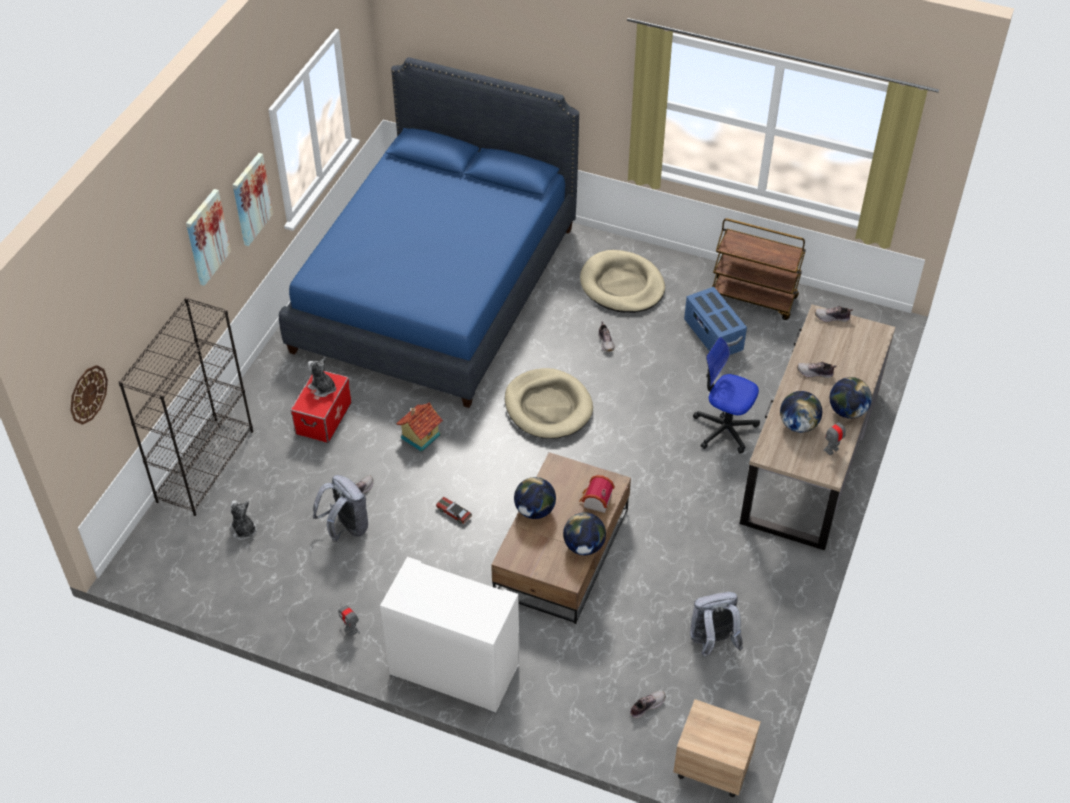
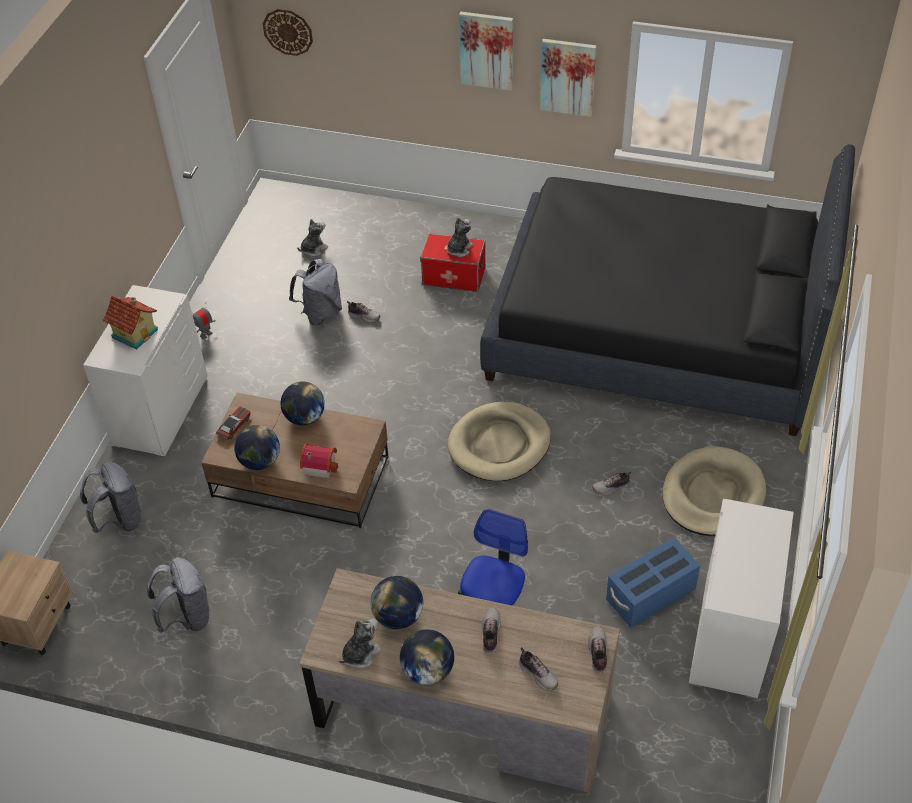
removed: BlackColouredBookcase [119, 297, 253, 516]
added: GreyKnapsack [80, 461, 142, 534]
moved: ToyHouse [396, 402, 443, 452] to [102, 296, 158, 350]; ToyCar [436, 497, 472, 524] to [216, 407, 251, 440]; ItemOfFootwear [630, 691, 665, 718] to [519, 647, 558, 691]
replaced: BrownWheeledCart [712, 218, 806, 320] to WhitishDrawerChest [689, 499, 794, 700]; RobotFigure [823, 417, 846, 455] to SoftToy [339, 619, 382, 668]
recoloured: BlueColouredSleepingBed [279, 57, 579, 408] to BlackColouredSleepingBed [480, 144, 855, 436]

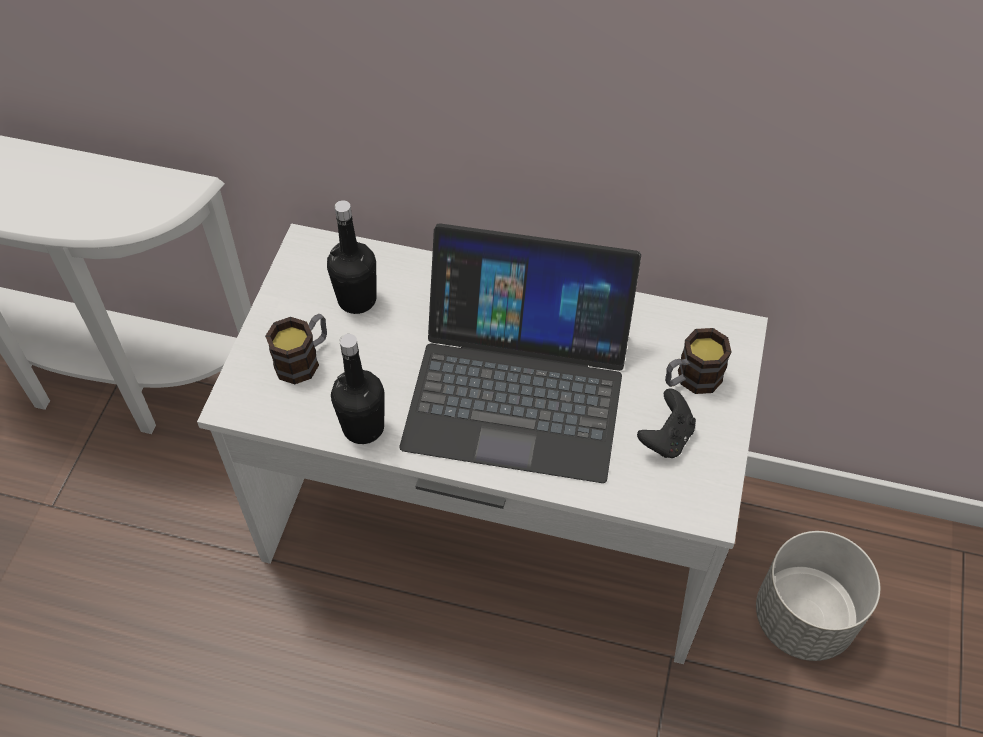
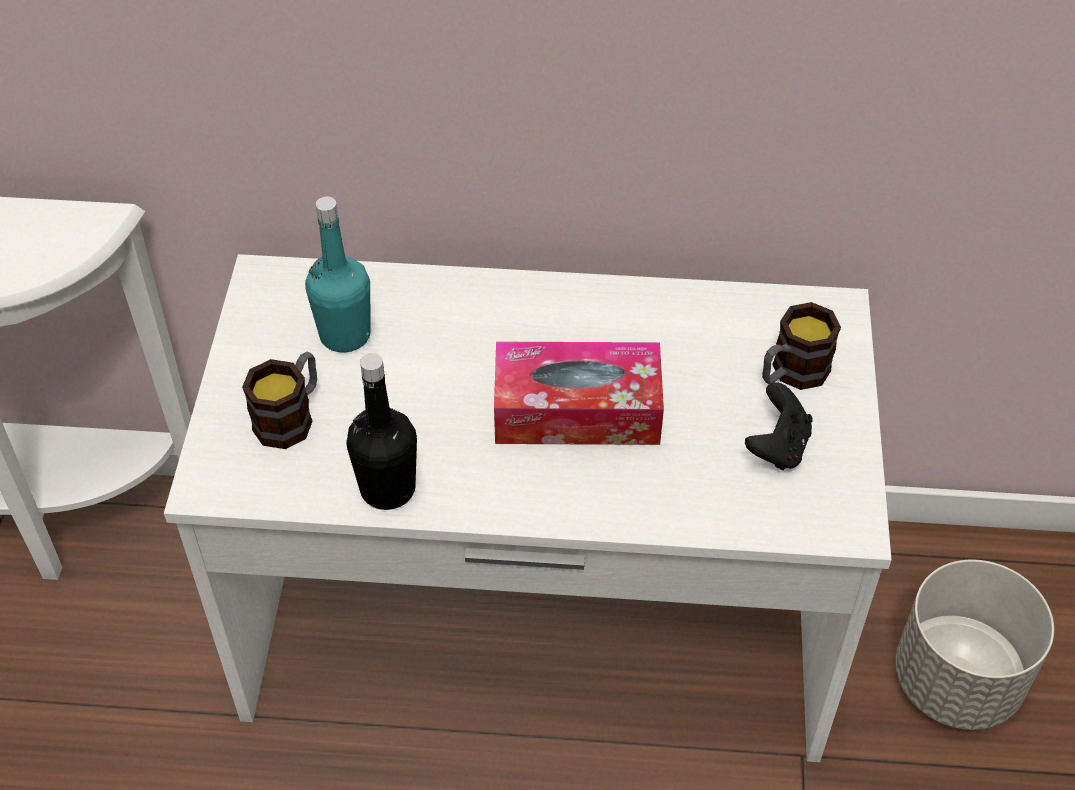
replaced: NotebookComputer [399, 223, 641, 483] to TissueBox [494, 342, 664, 445]
recoloured: BlackColouredBottle [327, 200, 376, 314] to TurquoiseColouredBottle [305, 196, 371, 353]

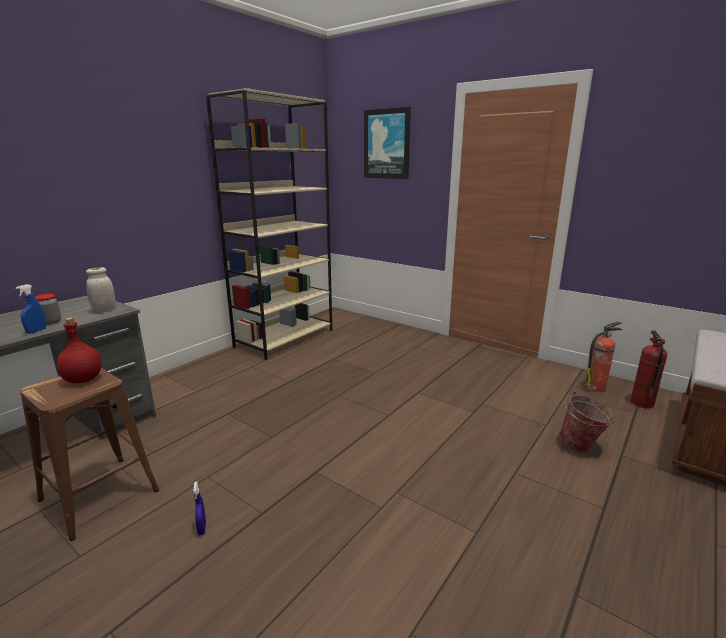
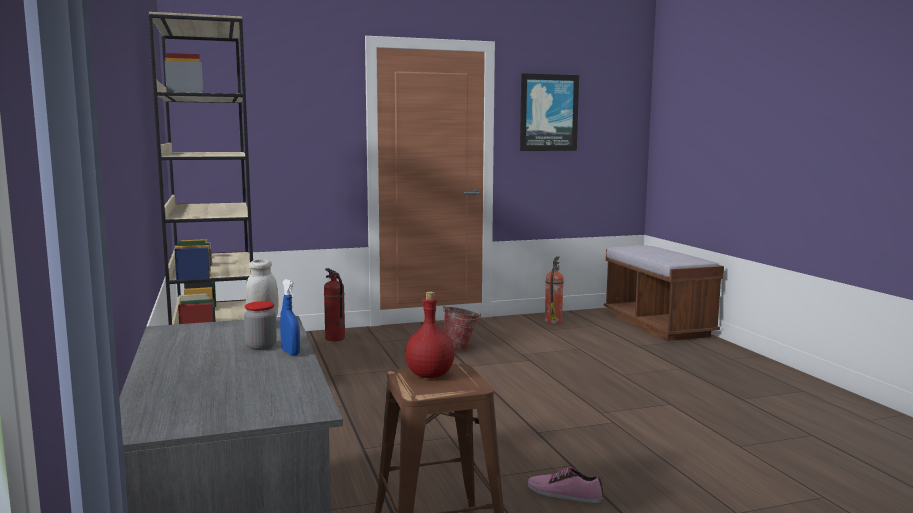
moved: WallArt [364, 107, 411, 179] to [520, 73, 579, 151]; FireFightingCylinder [631, 330, 667, 408] to [324, 268, 345, 341]; WaterBucket [559, 392, 615, 452] to [443, 305, 481, 350]
replaced: BlueColouredHandSprayer [193, 481, 206, 535] to ItemOfFootwear [528, 467, 603, 503]

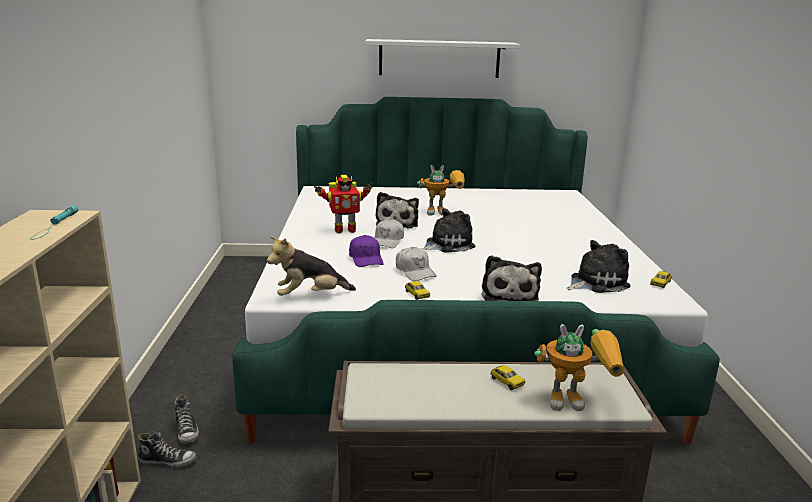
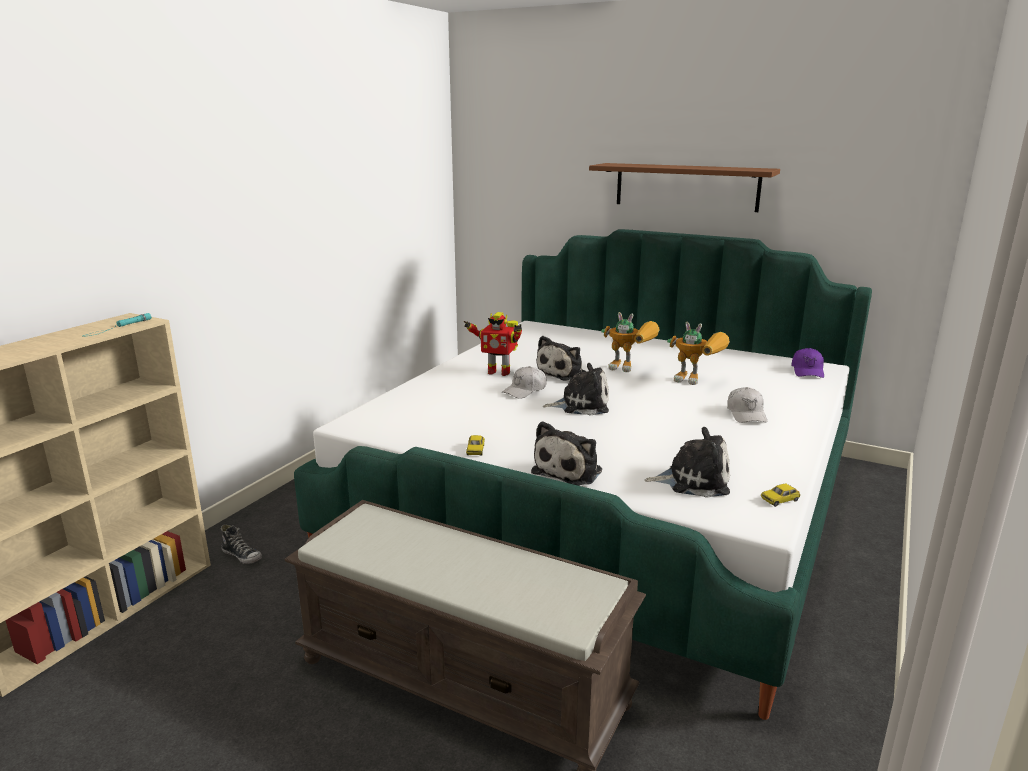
removed: SoftToy [267, 236, 356, 296]; ToyCar [491, 365, 525, 390]; ItemOfFootwear [175, 394, 199, 443]
moved: PurplishCap [349, 235, 384, 267] to [791, 348, 824, 378]; WhitishCap [396, 247, 437, 281] to [727, 387, 767, 423]; RobotFigure [534, 324, 624, 411] to [667, 322, 730, 385]
recoloured: WhitishBracketShelf [365, 39, 521, 78] to BrownBracketShelf [589, 163, 780, 212]

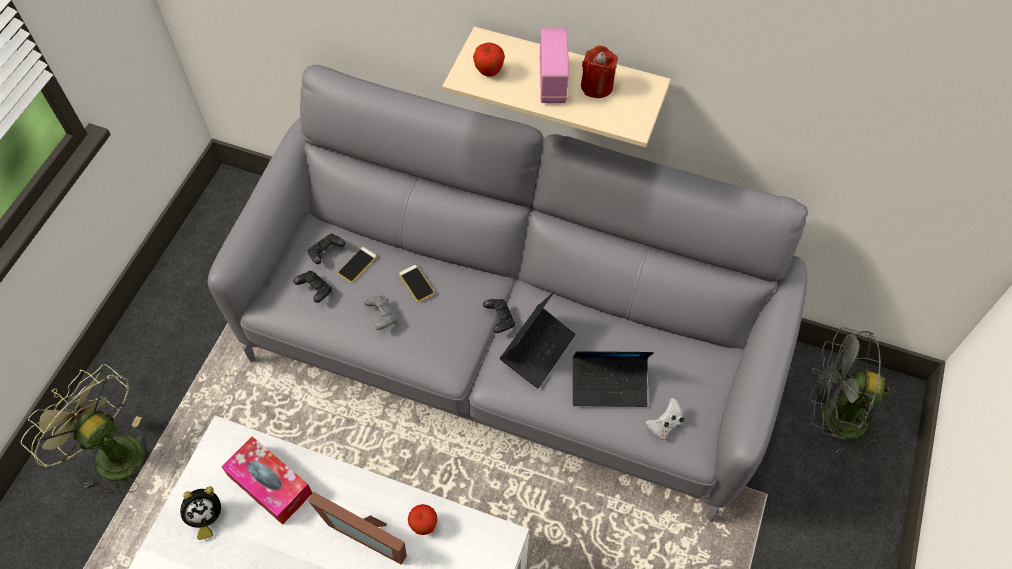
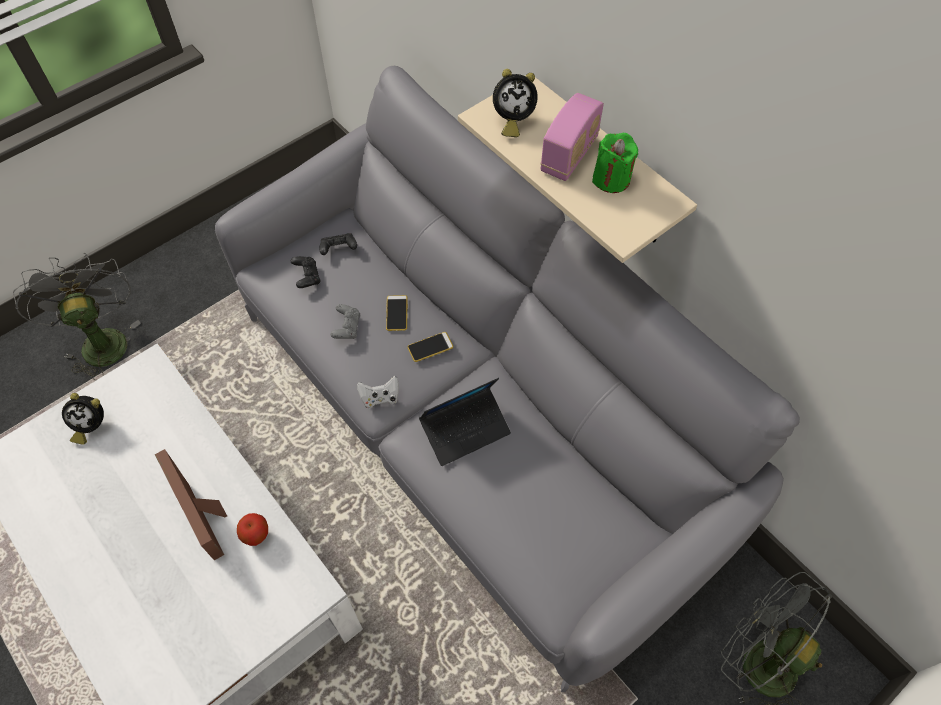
removed: BlackColouredJoypad [483, 299, 515, 333]; NotebookComputer [573, 351, 654, 407]; TissueBox [221, 436, 312, 525]
moved: Telephone [338, 247, 377, 283] to [407, 332, 453, 362]; WhitishJoypad [646, 398, 684, 440] to [357, 376, 399, 408]
replaced: Apple [473, 42, 505, 77] to BedsideClock [493, 69, 538, 137]
recoloured: ReddishWaxLight [581, 46, 618, 98] to GreenColouredWaxLight [592, 133, 638, 193]; GreenColouredFan [21, 364, 145, 497] to GreyFan [13, 252, 141, 380]

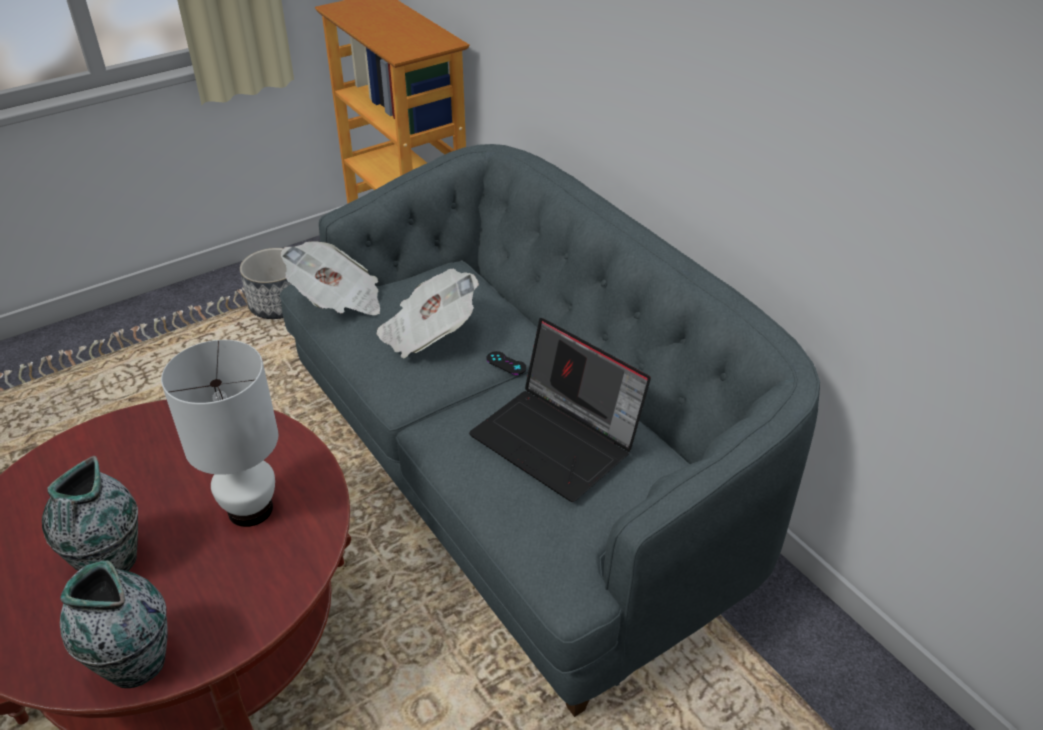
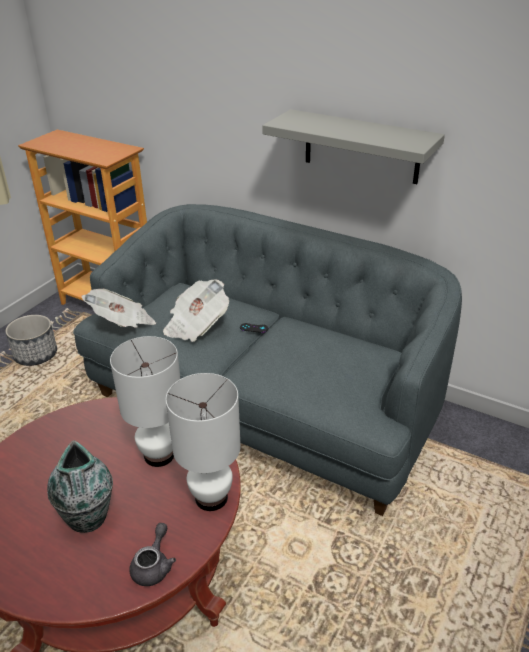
removed: NotebookComputer [469, 318, 651, 502]
added: GreyBracketShelf [262, 109, 445, 184]; WhitishTabletopLamp [166, 373, 241, 511]
replaced: Vase [60, 560, 168, 688] to GreyTeaPot [129, 523, 176, 586]

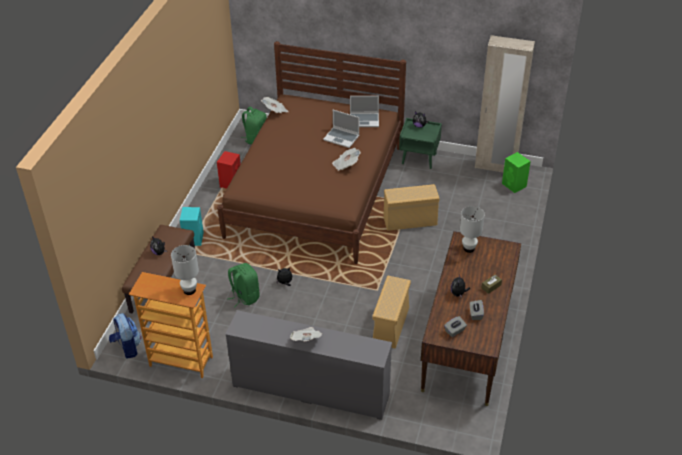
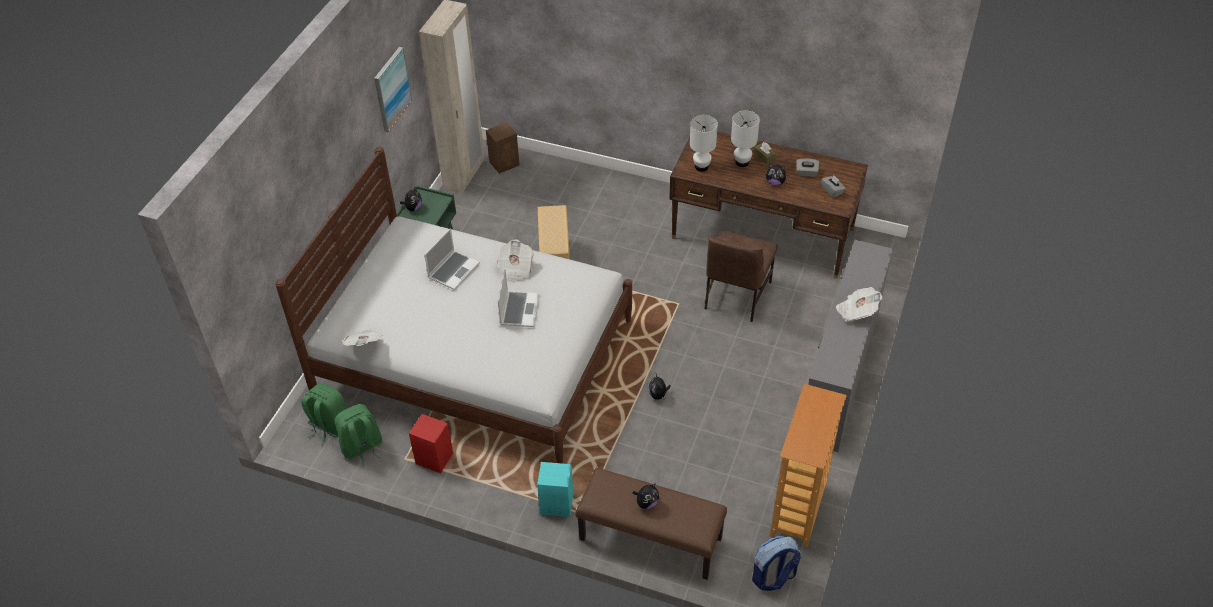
added: WallArt [374, 47, 412, 133]
moved: NotebookComputer [350, 96, 379, 127] to [498, 269, 540, 327]; WhitishTabletopLamp [171, 245, 199, 295] to [731, 110, 760, 167]; GreenColouredKnapsack [227, 263, 260, 307] to [335, 404, 383, 467]
replaced: BeigeStorageContainer [372, 276, 411, 348] to BrownPlainChair [704, 230, 777, 322]
recoloured: BrownSleepingBed [217, 41, 406, 264] to WhitishSleepingBed [275, 147, 632, 464]; GreenColouredLoudspeaker [502, 152, 531, 193] to BrownLoudspeaker [486, 122, 520, 174]

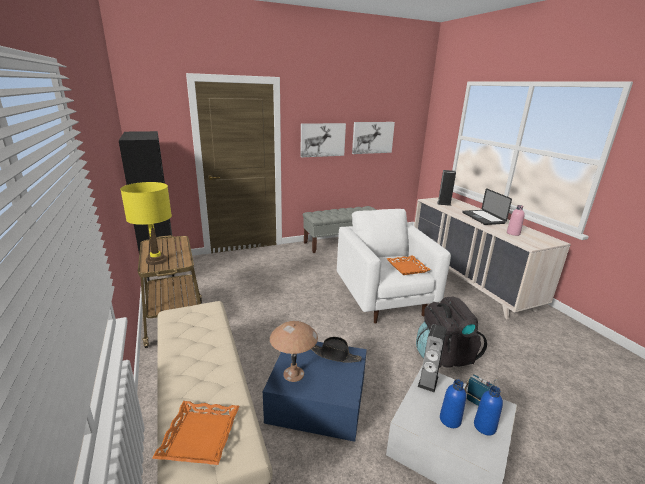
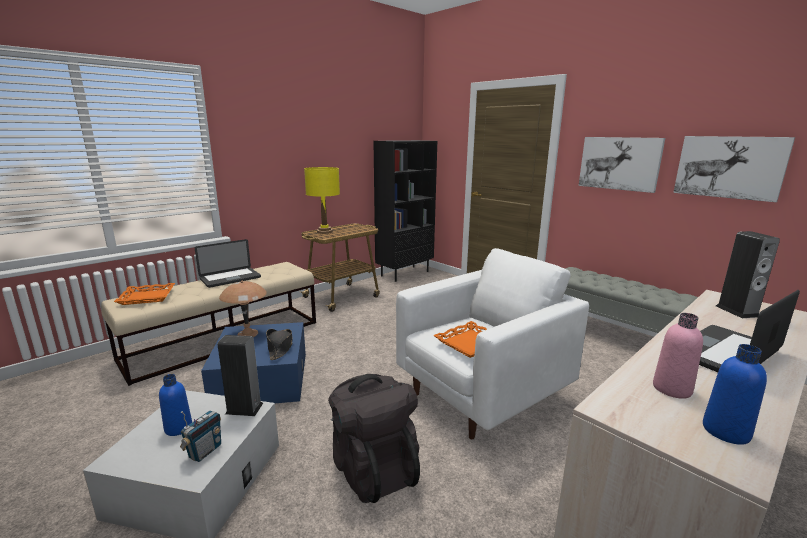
added: NotebookComputer [195, 239, 261, 288]
moved: BlueColouredBottle [474, 386, 503, 436] to [703, 344, 767, 445]

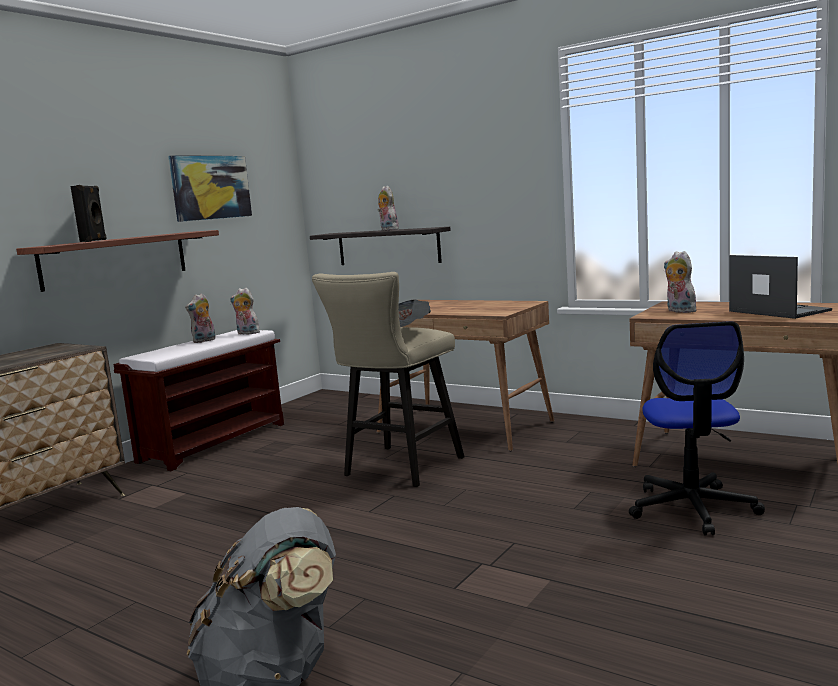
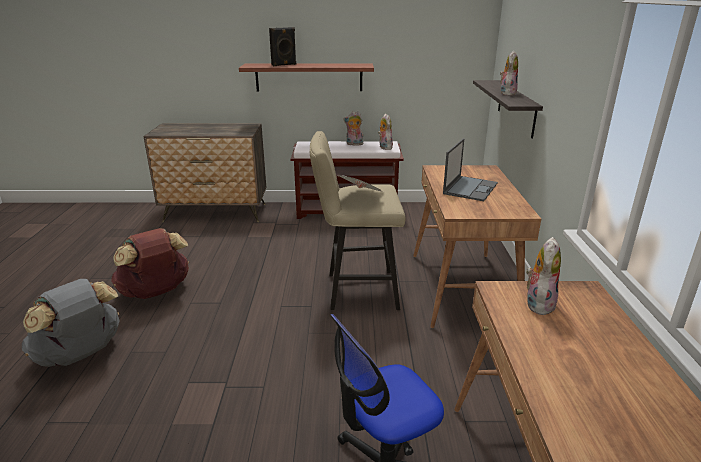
removed: WallArt [168, 155, 252, 222]
added: BrownKnapsack [111, 228, 189, 299]
moved: NotebookComputer [729, 255, 832, 319] to [443, 138, 498, 201]

